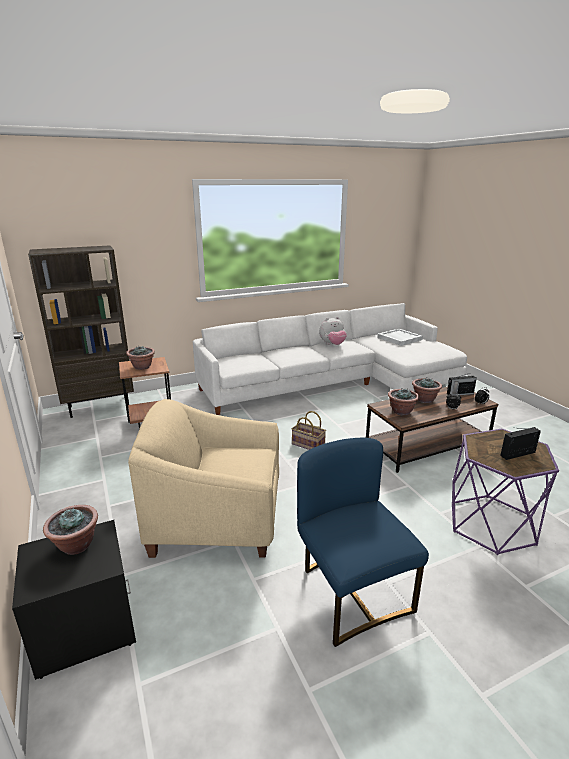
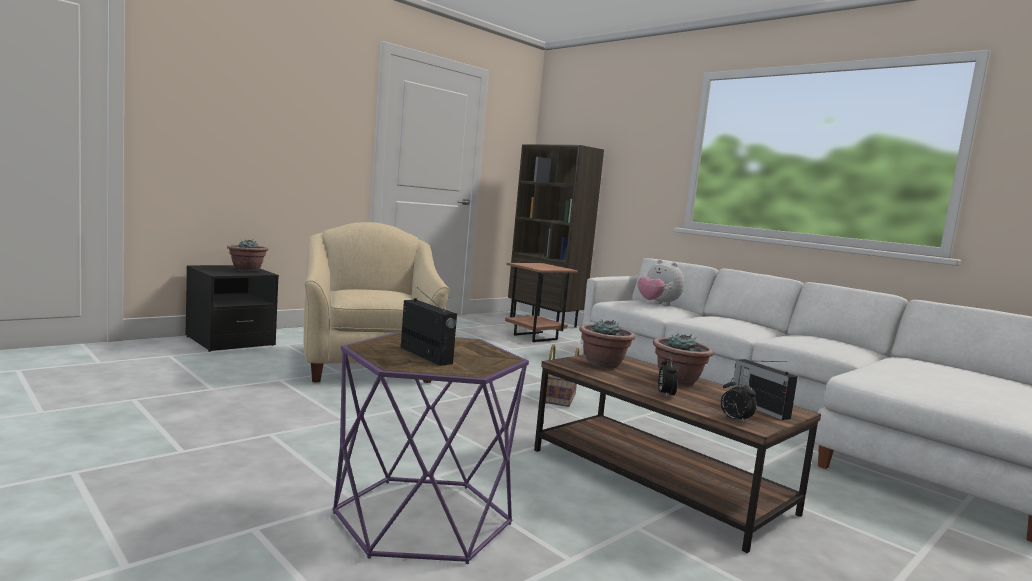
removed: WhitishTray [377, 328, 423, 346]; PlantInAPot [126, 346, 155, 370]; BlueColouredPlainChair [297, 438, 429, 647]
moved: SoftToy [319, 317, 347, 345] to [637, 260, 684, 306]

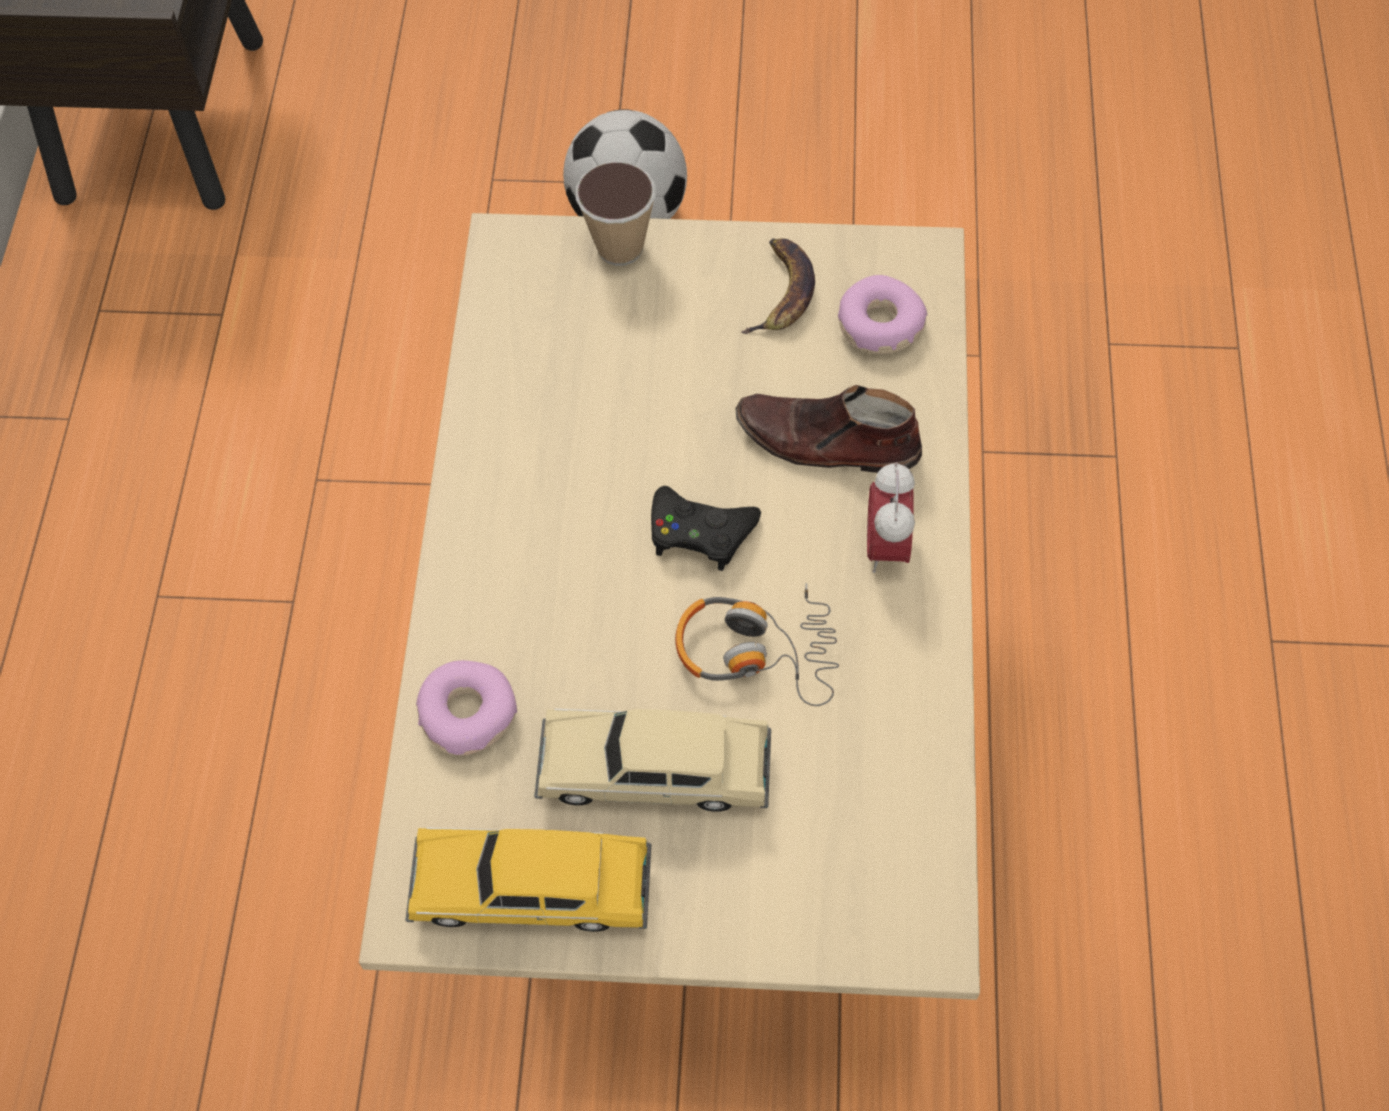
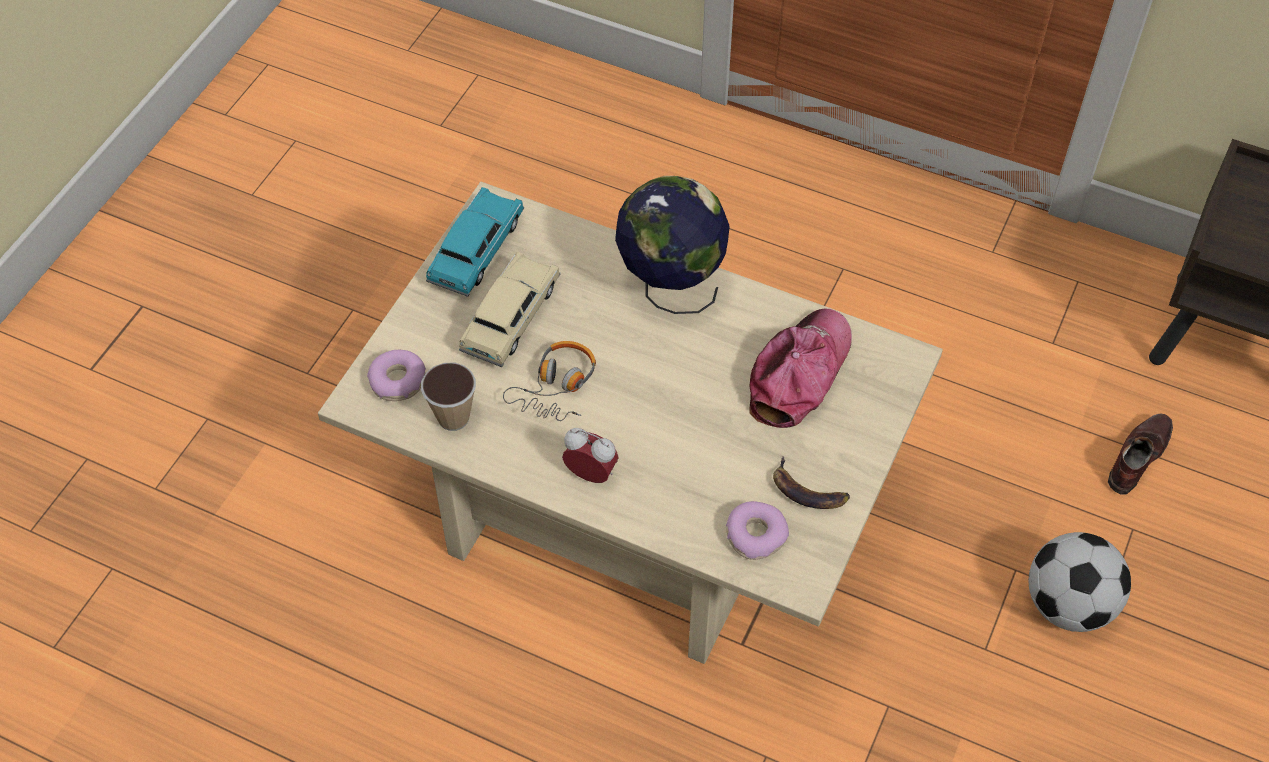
removed: BlackColouredJoypad [651, 486, 761, 571]
added: DeskGlobe [615, 176, 730, 314]; Cap [749, 309, 852, 428]
moved: SmallCup [576, 161, 656, 266] to [421, 363, 476, 431]; BrownItemOfFootwear [735, 385, 922, 473] to [1108, 413, 1173, 494]; Doughnut [416, 660, 517, 756] to [367, 350, 426, 401]
recoloured: YellowColouredToyCar [405, 827, 651, 932] to TurquoiseColouredToyCar [426, 187, 524, 297]

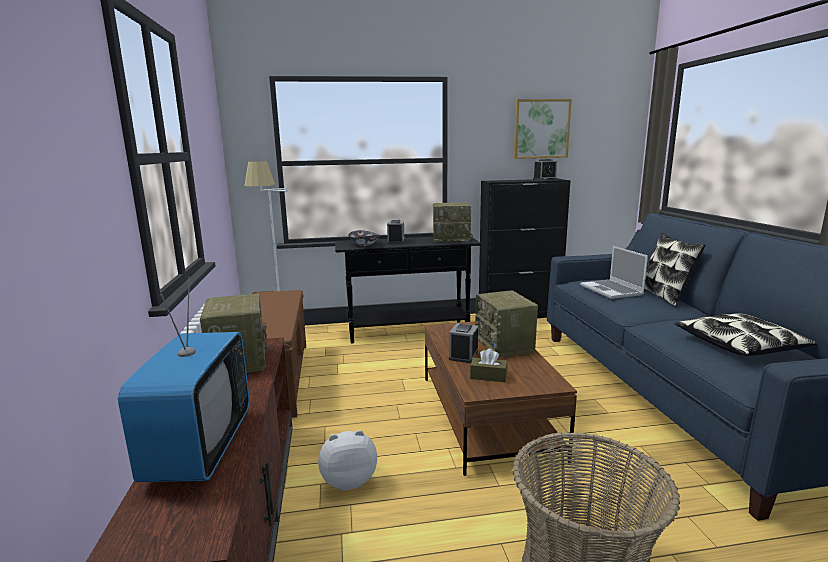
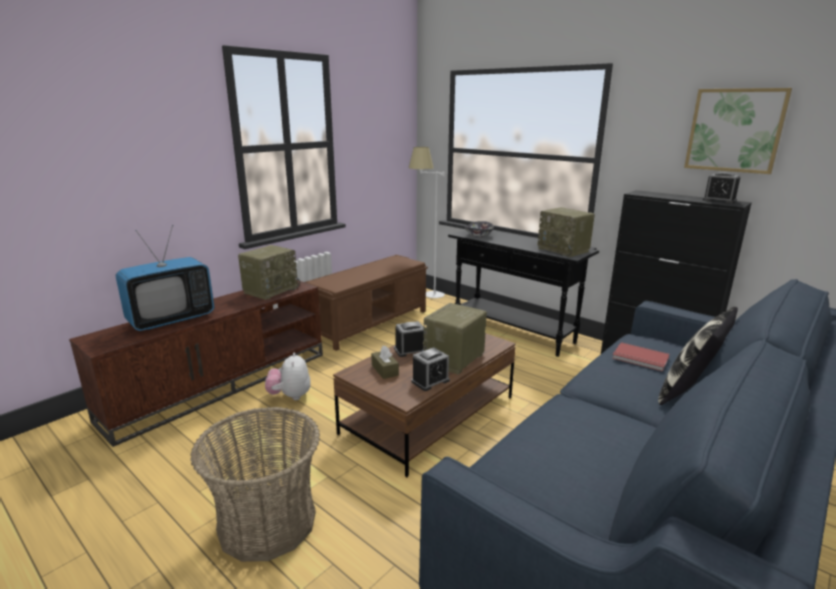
removed: ThrowPillow [675, 313, 817, 356]
moved: BedsideClock [387, 220, 405, 244] to [411, 347, 450, 391]
replaced: NotebookComputer [580, 246, 648, 299] to ReddishBook [612, 342, 669, 372]
turned: SoftToy [318, 430, 377, 491] = [265, 353, 311, 400] 135 degrees counterclockwise

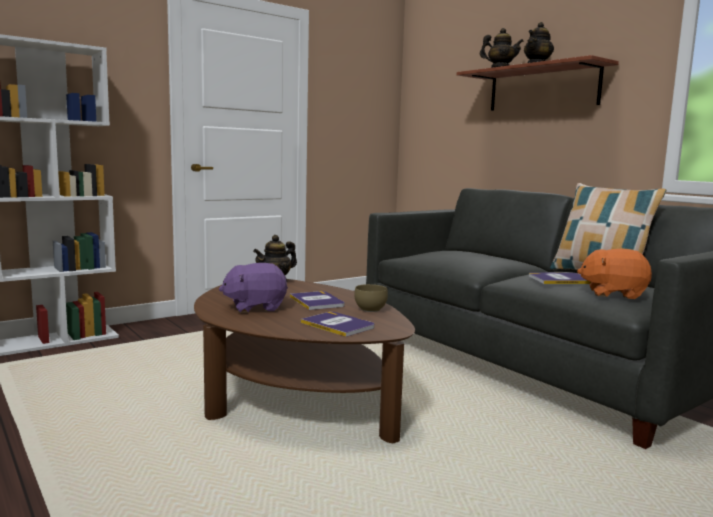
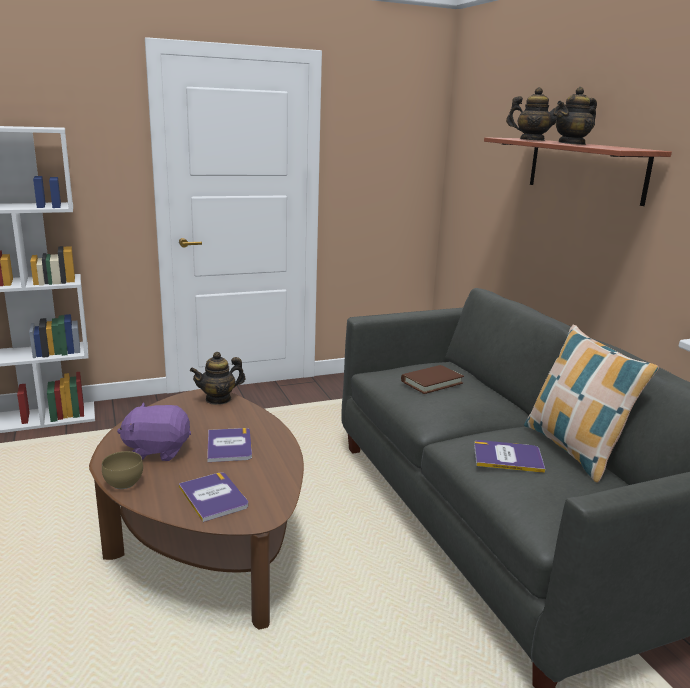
removed: OrangeySoftToy [577, 249, 652, 299]
added: BrownBook [401, 365, 464, 394]
moved: BrownDeepDish [354, 284, 388, 312] to [102, 451, 143, 489]

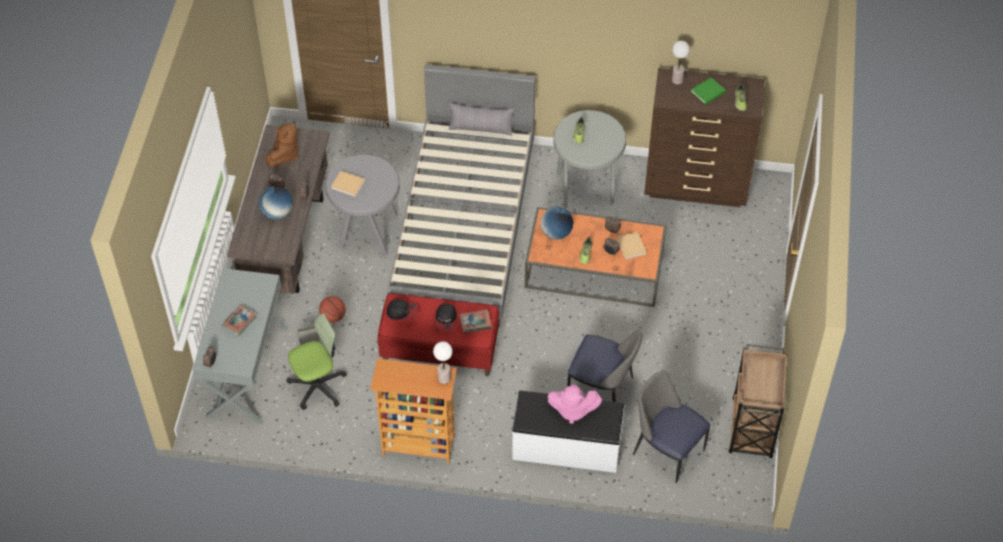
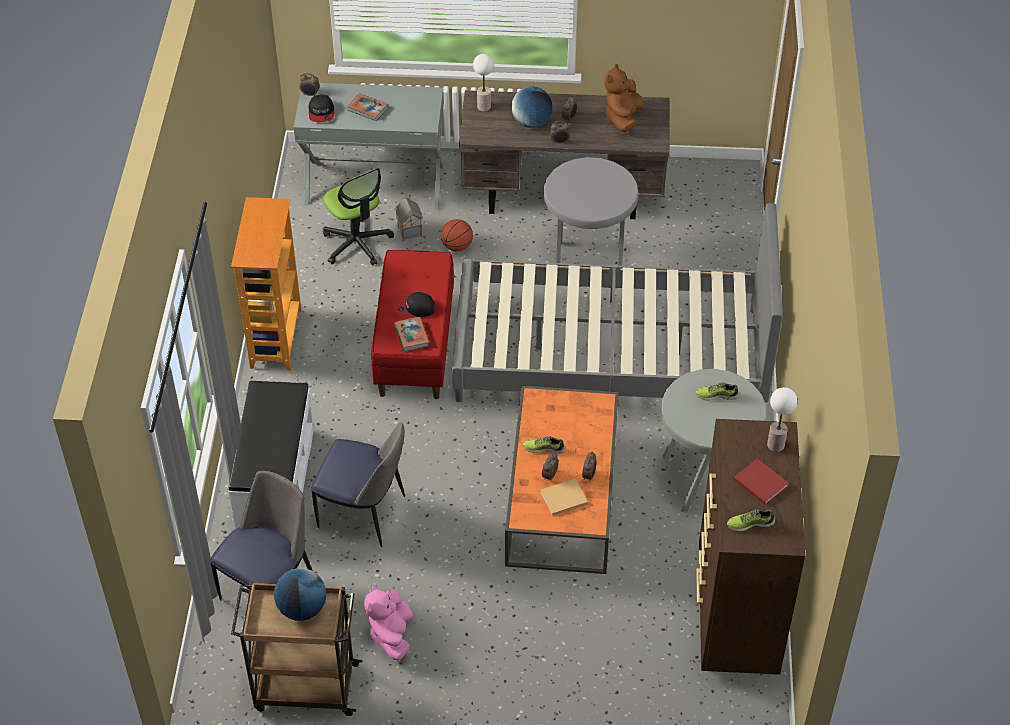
removed: GreyThrowPillow [449, 103, 514, 136]; BeigeBook [331, 171, 365, 197]
moved: DeskGlobe [540, 206, 573, 240] to [274, 568, 326, 621]; Cap [386, 299, 418, 320] to [308, 94, 334, 122]; TabletopLamp [433, 341, 453, 384] to [473, 54, 494, 112]; PinkColouredSoftToy [547, 385, 602, 424] to [364, 584, 413, 660]
recoloured: GreenColouredBook [691, 77, 726, 105] to ReddishBook [733, 459, 788, 505]
turned: BrownSoftToy [265, 122, 299, 167] = [605, 64, 644, 132] 90 degrees clockwise; PlainChair [567, 329, 642, 402] = [311, 422, 405, 547] 90 degrees counterclockwise

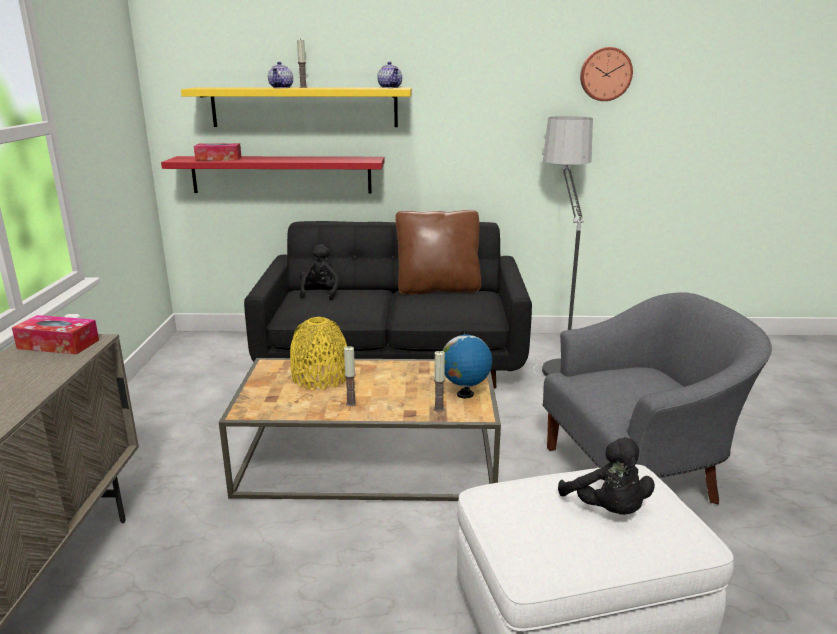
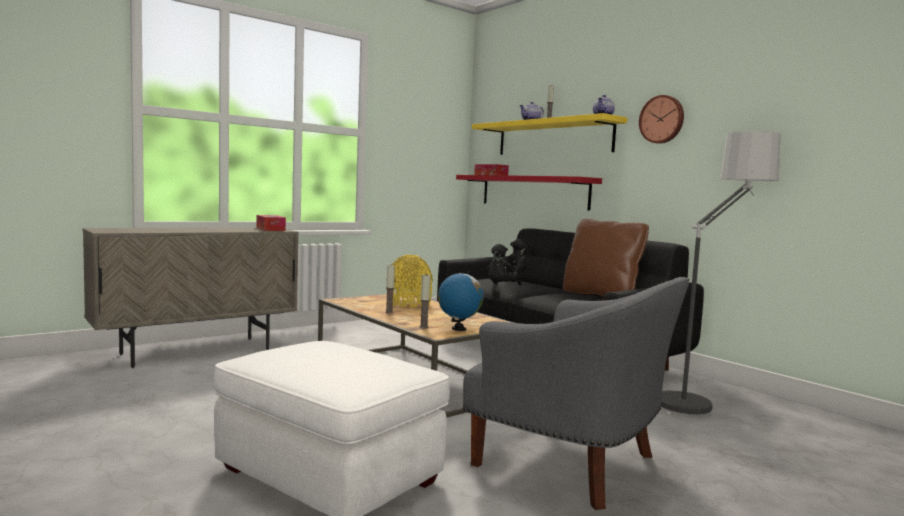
moved: HangingClock [580, 47, 633, 101] to [639, 95, 684, 144]; BlackColouredSoftToy [558, 437, 655, 515] to [486, 244, 522, 286]

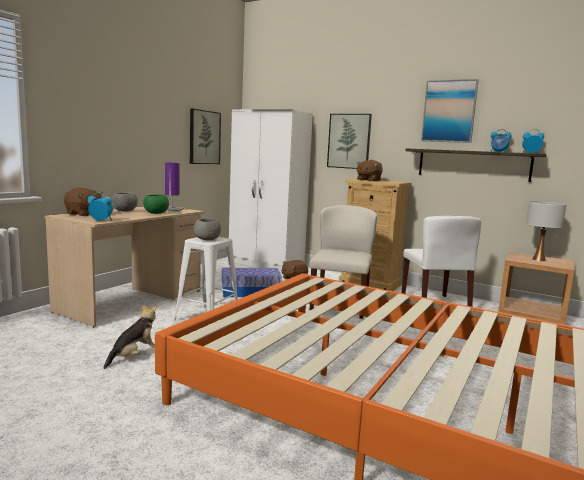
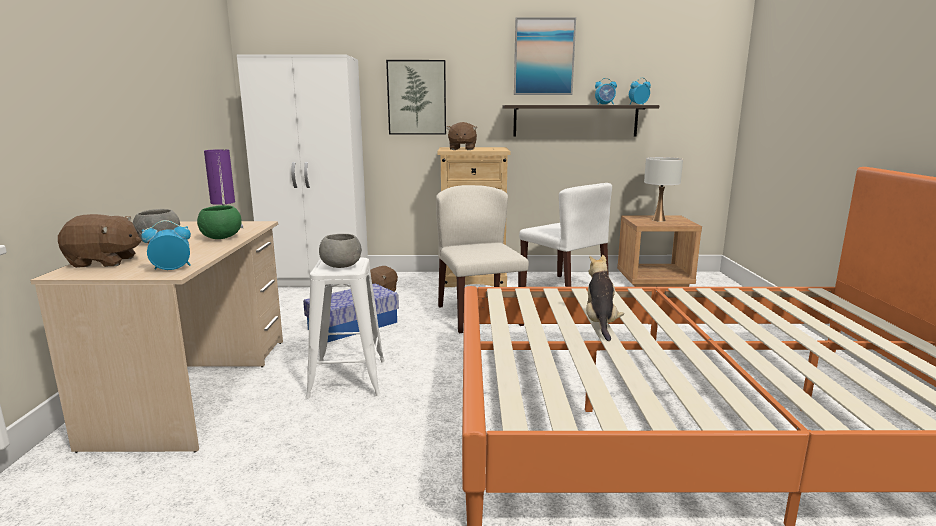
removed: WallArt [190, 109, 221, 164]
moved: SoftToy [104, 304, 157, 369] to [586, 255, 624, 341]

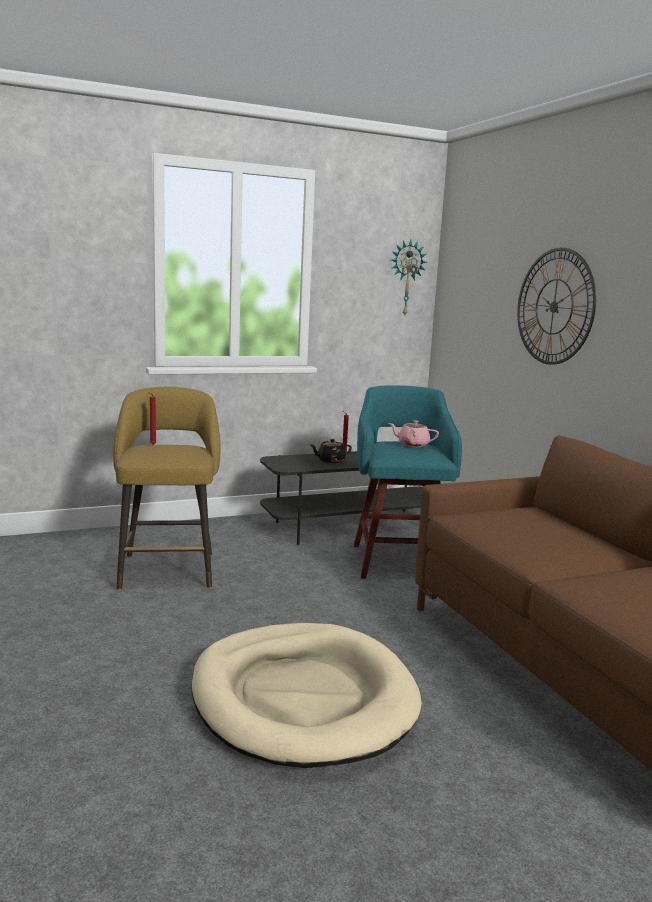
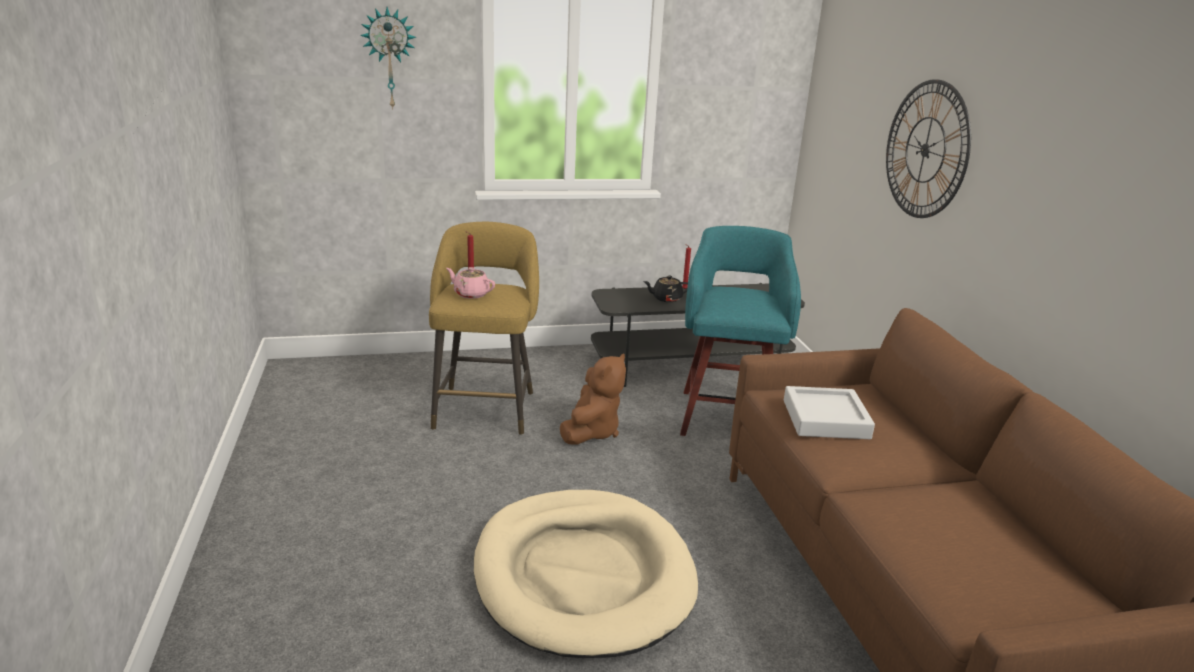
added: BrownSoftToy [560, 353, 626, 444]; GreyTray [784, 386, 875, 439]
moved: HangingClock [391, 240, 427, 315] to [360, 7, 416, 110]; PinkColouredTeaPot [389, 420, 439, 447] to [446, 267, 495, 299]

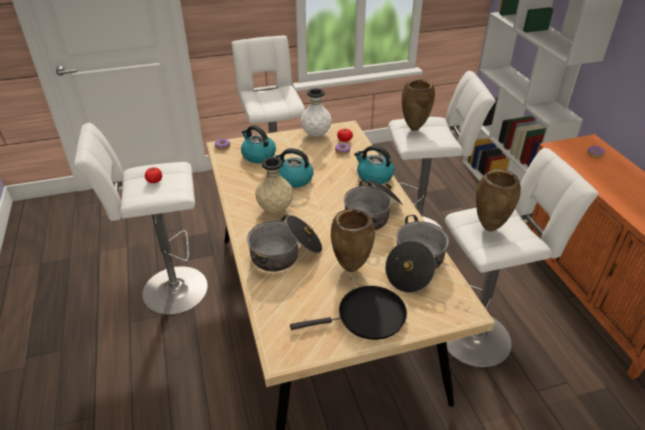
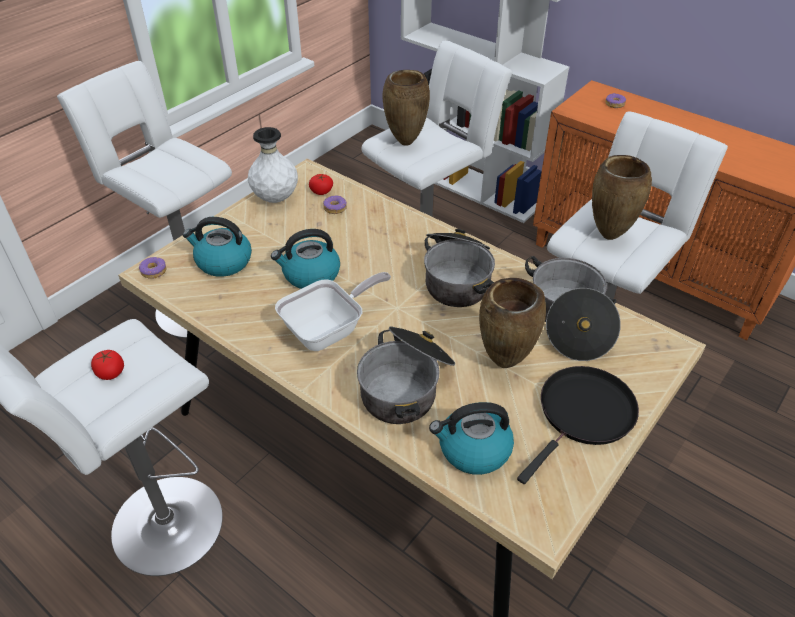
moved: TeaKettle [354, 145, 394, 184] to [429, 402, 514, 475]
replaced: BeigeVase [255, 157, 294, 213] to Pan [275, 272, 391, 351]

